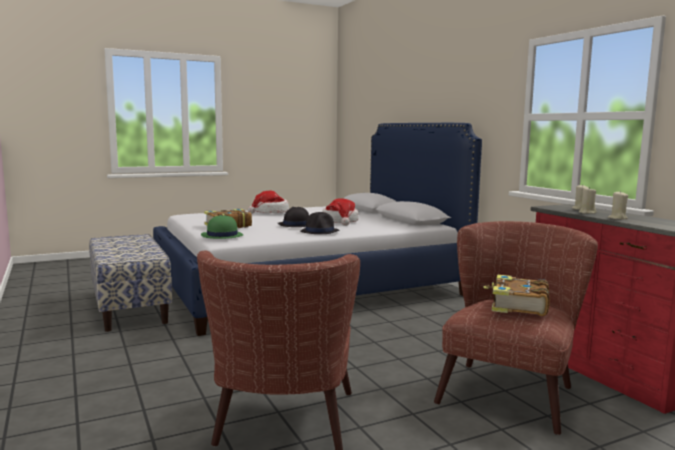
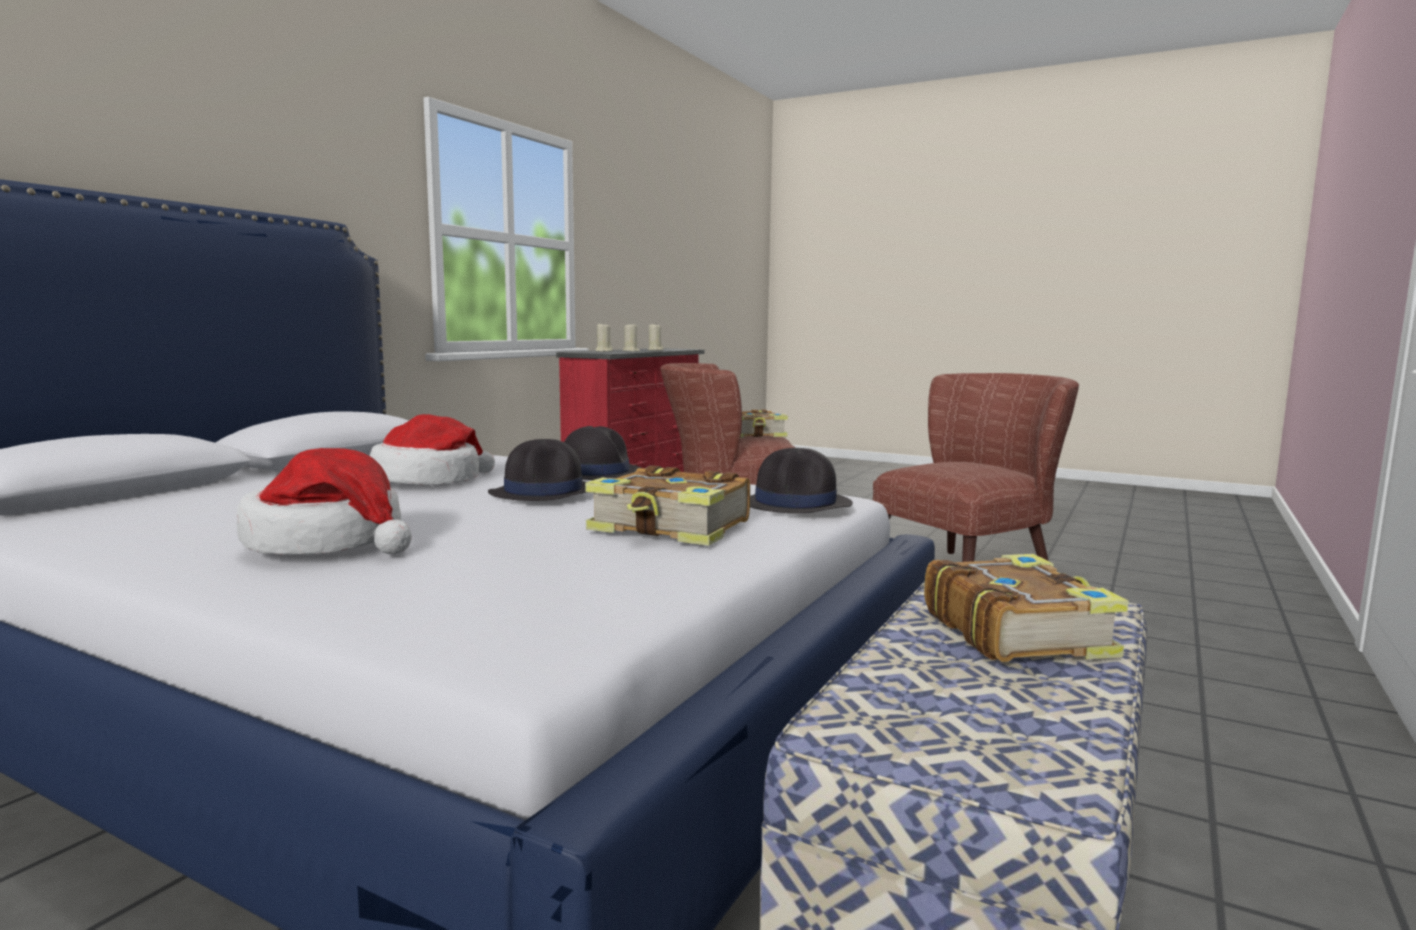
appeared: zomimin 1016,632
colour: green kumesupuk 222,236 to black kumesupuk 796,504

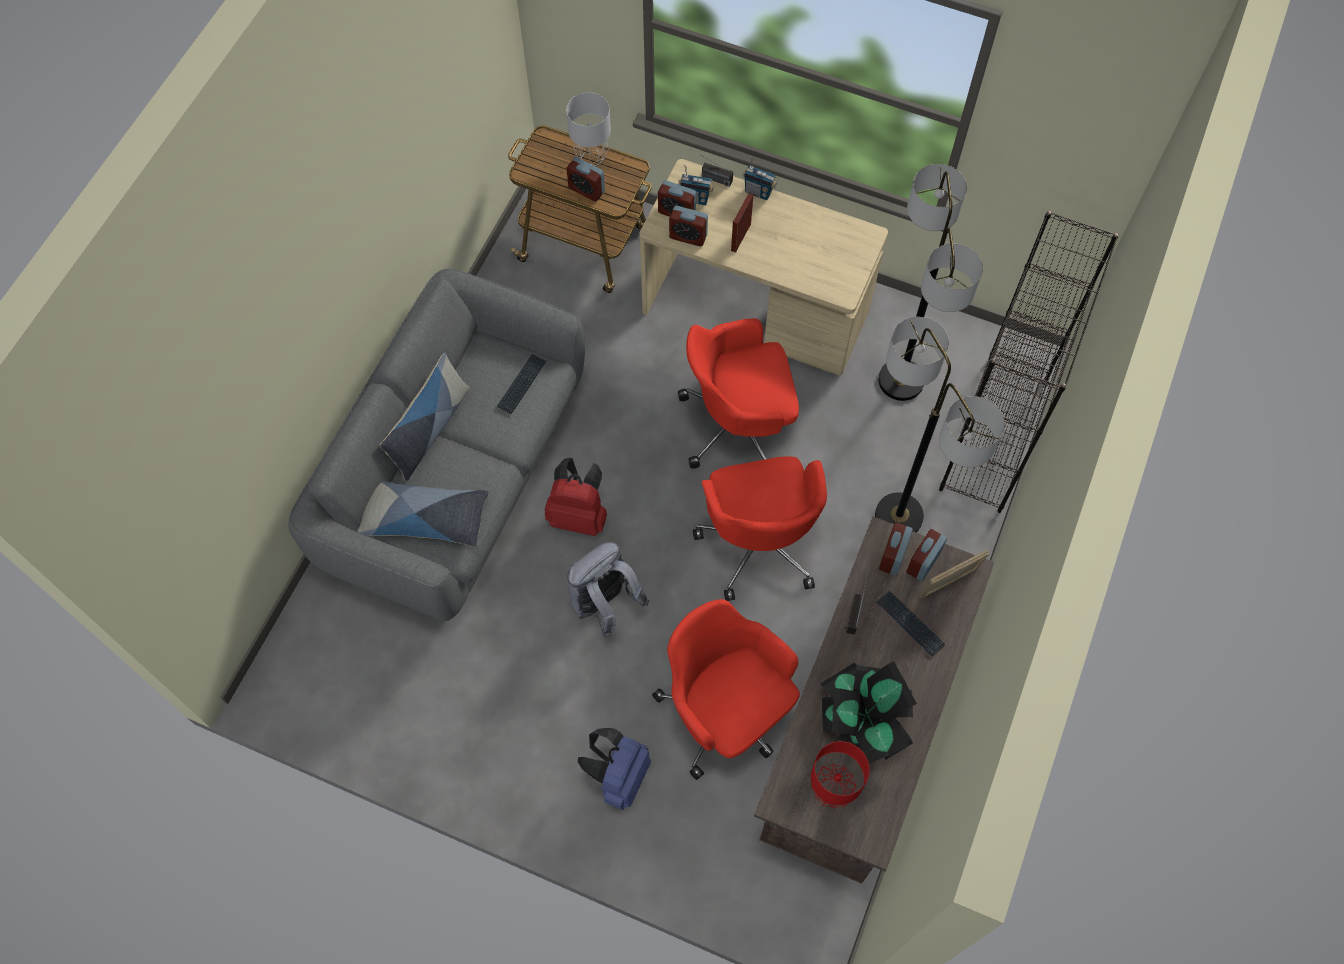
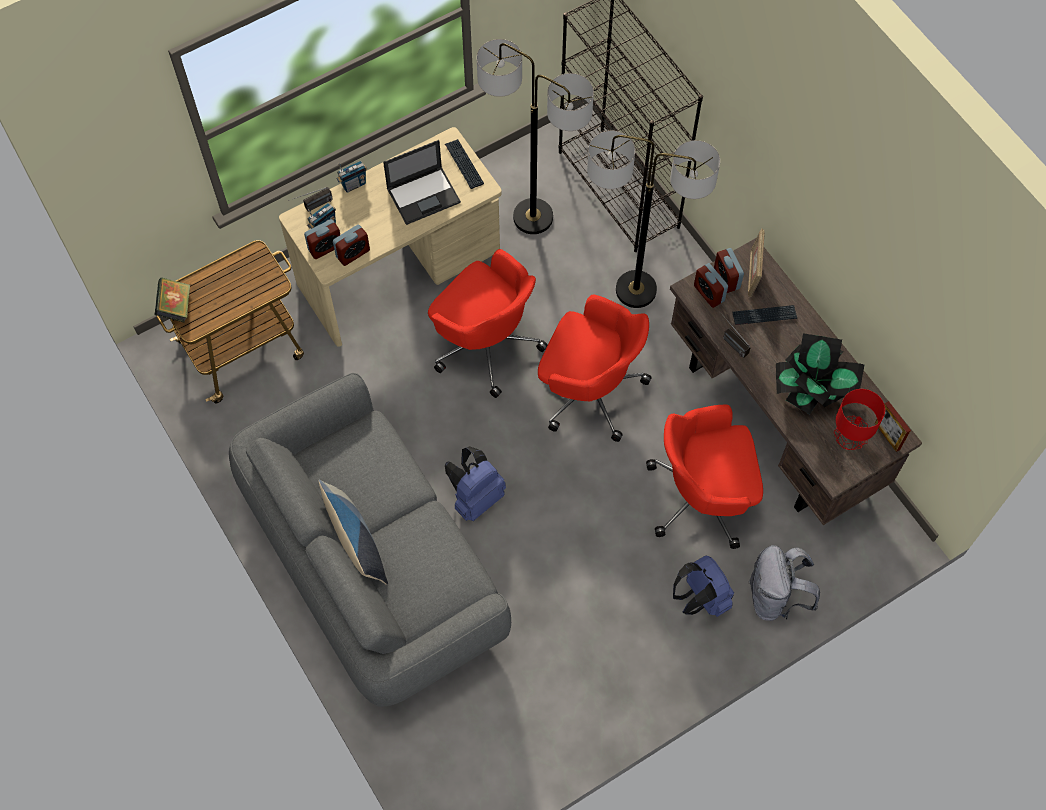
missing: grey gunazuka 591,157; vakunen 586,190; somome 425,519
appeared: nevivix 424,195; zomimin 175,307
relocated: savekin 741,237 to 887,436; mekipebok 522,384 to 464,164; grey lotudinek 605,604 to 775,597
colour: red lotudinek 579,515 to blue lotudinek 475,497
spun: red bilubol 739,425 = 485,343 75 degrees counterclockwise

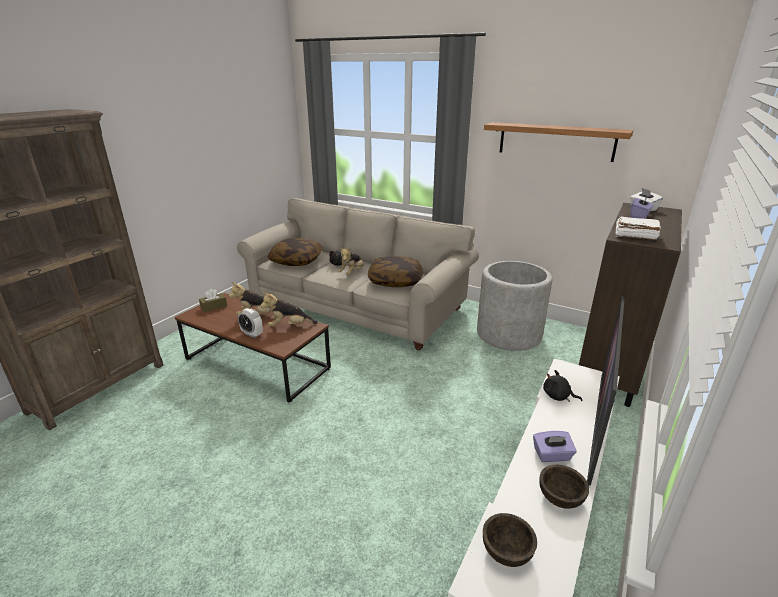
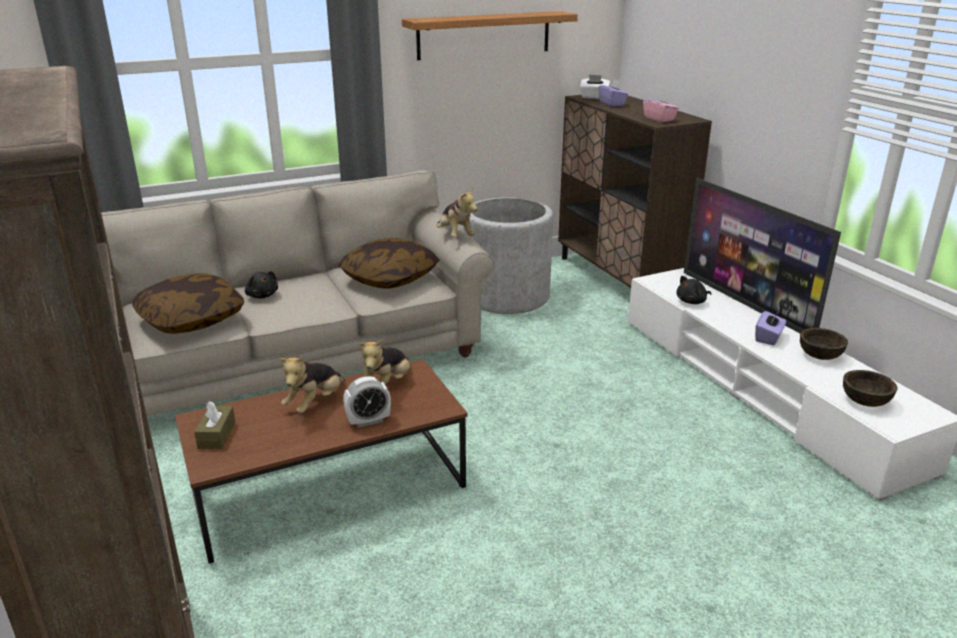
relocated: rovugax 352,273 to 455,235
exchanged: white zomimin 634,235 to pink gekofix 659,119

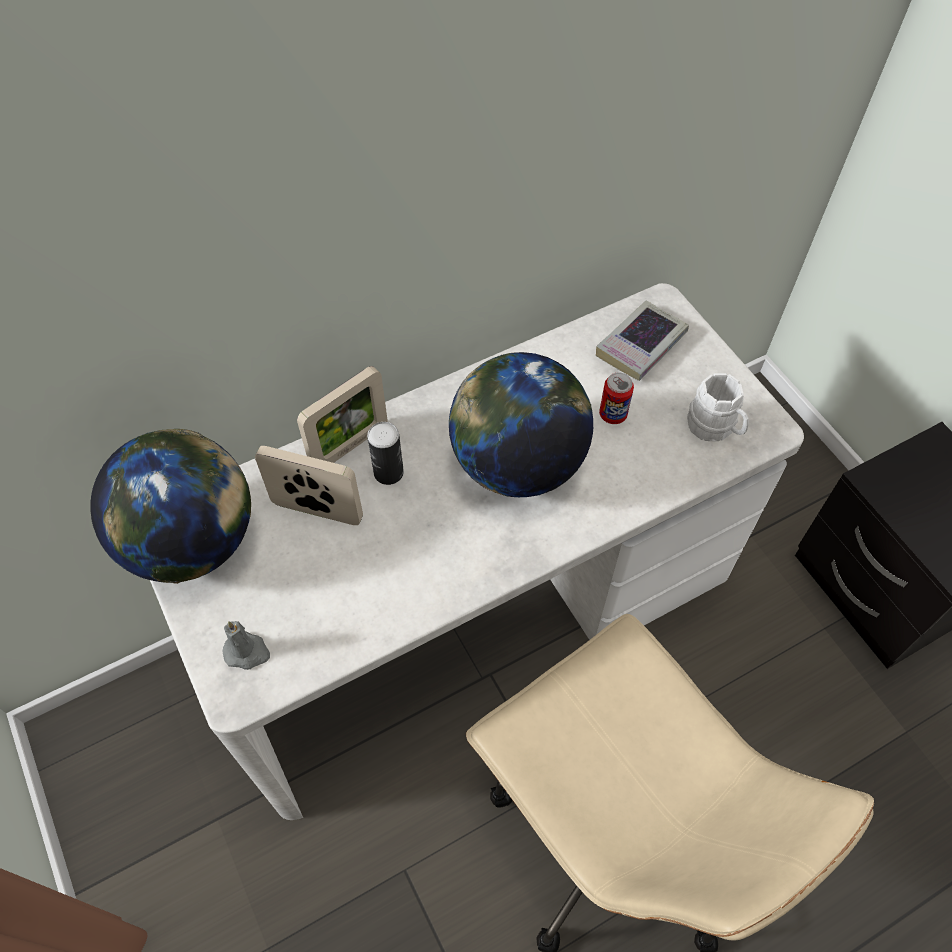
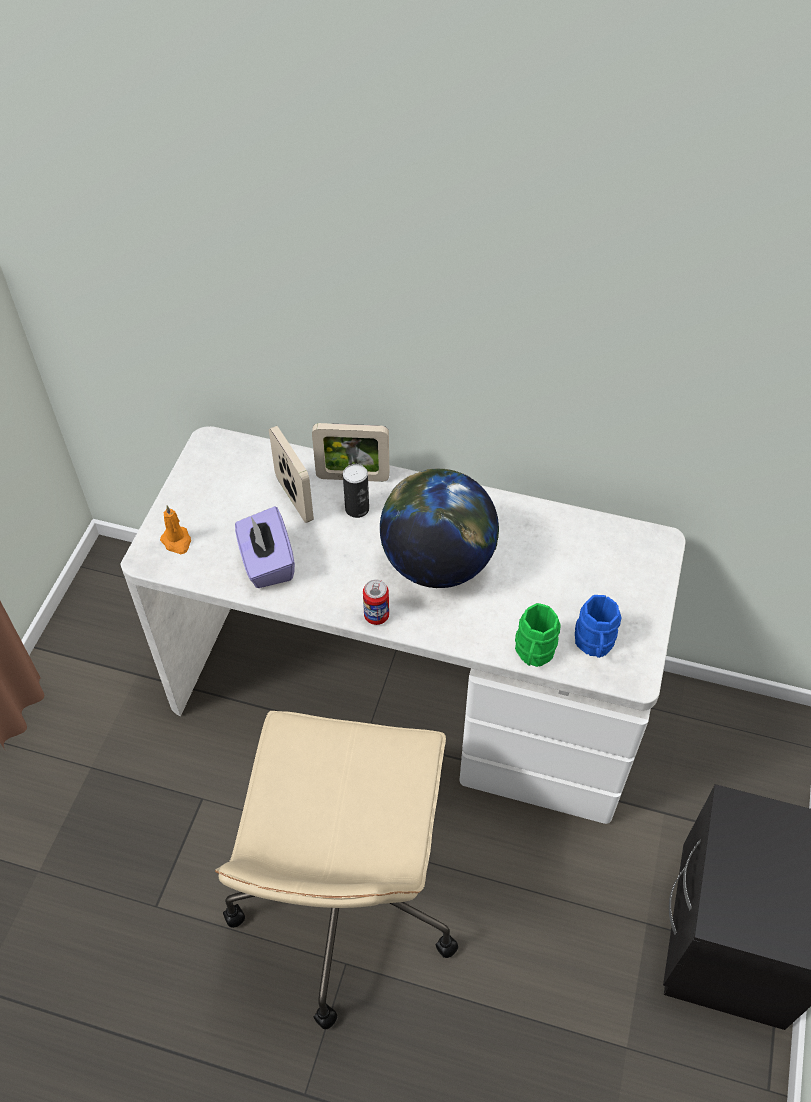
missing: zomimin 641,345; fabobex 193,542
appeared: purple gekofix 267,563; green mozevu 533,653
relocated: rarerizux 613,414 to 376,615
colour: white mozevu 715,428 to blue mozevu 594,645; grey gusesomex 247,652 to orange gusesomex 177,541

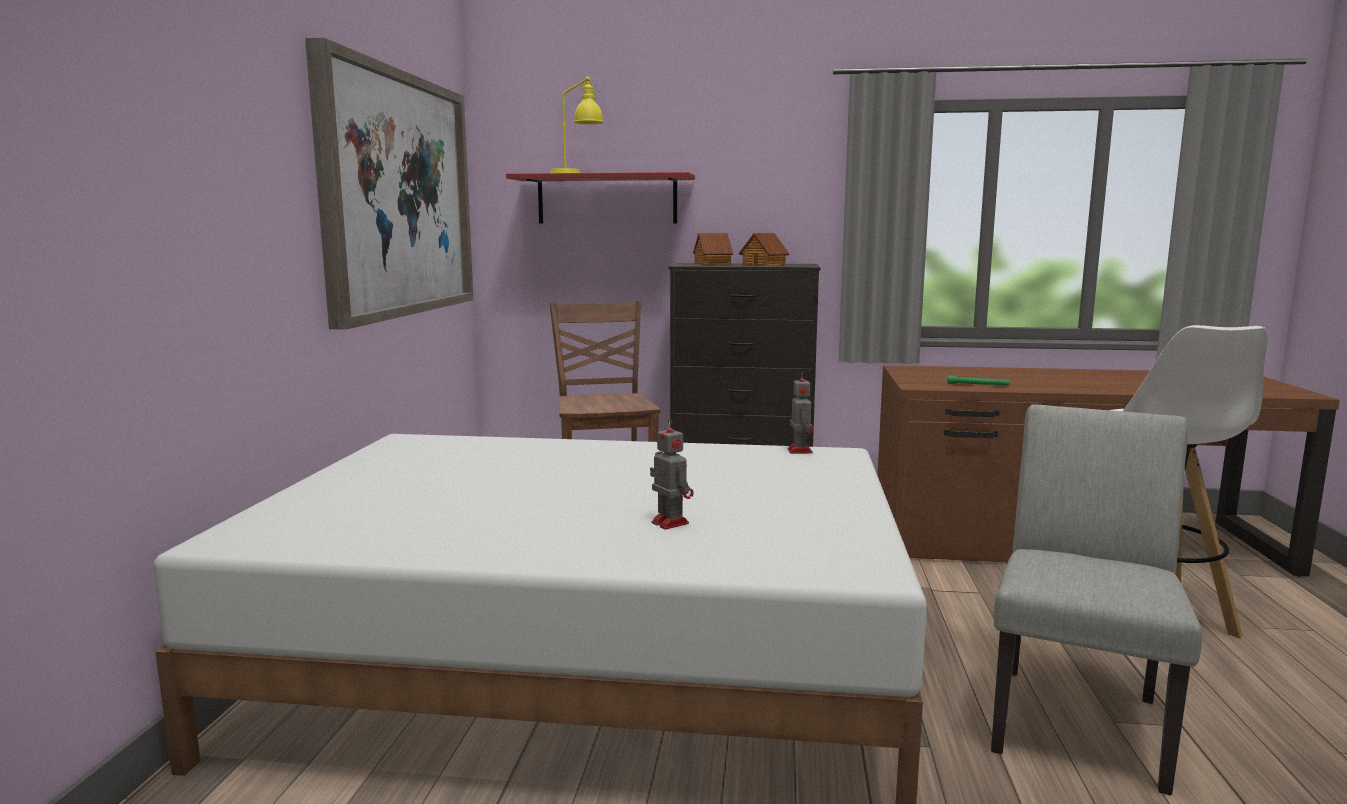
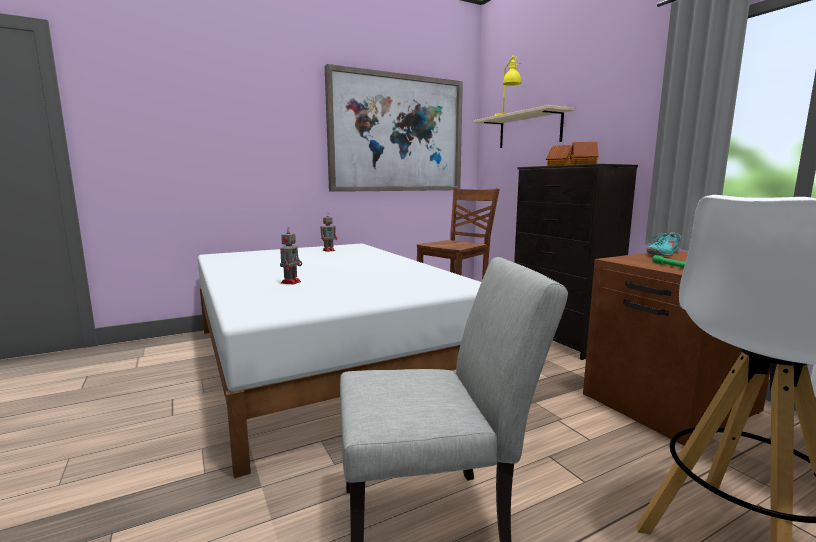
appeared: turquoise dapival 662,254
relocated: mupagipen 799,450 to 329,250
colour: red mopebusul 607,199 to beige mopebusul 529,130

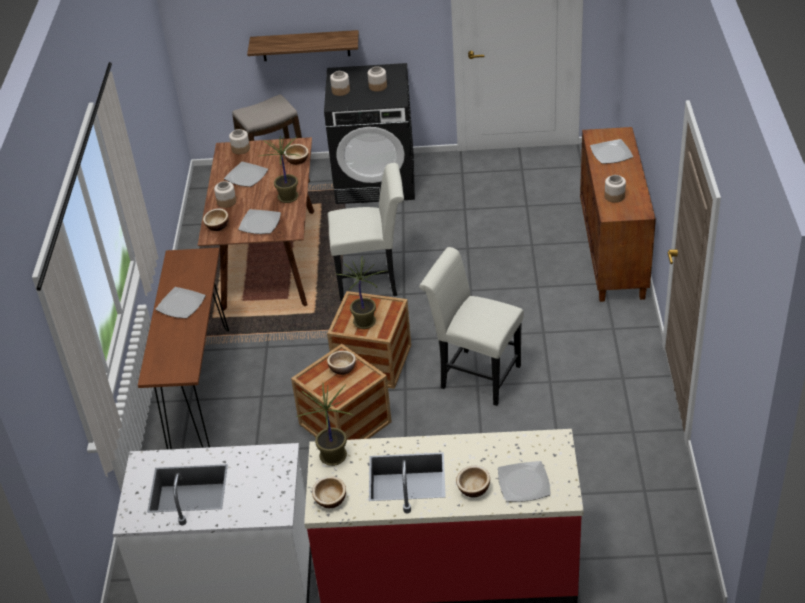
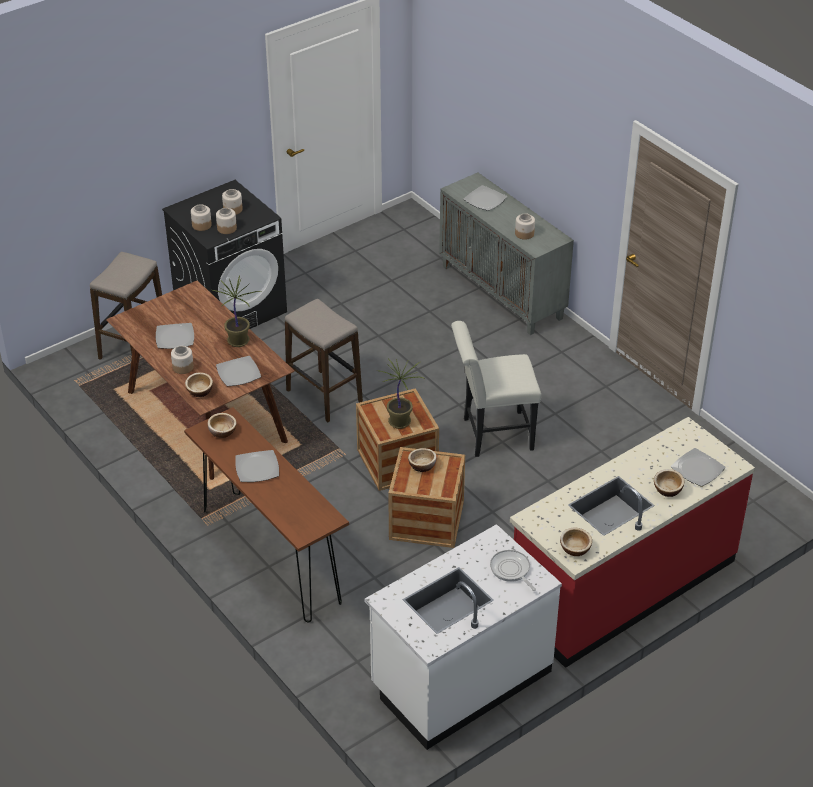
missing: mopebusul 305,45; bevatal 334,457
appeared: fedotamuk 511,570
relocated: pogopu 241,149 to 227,228; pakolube 297,160 to 222,432
exchanged: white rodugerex 372,280 to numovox 324,396
colour: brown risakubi 613,253 to grey risakubi 503,292

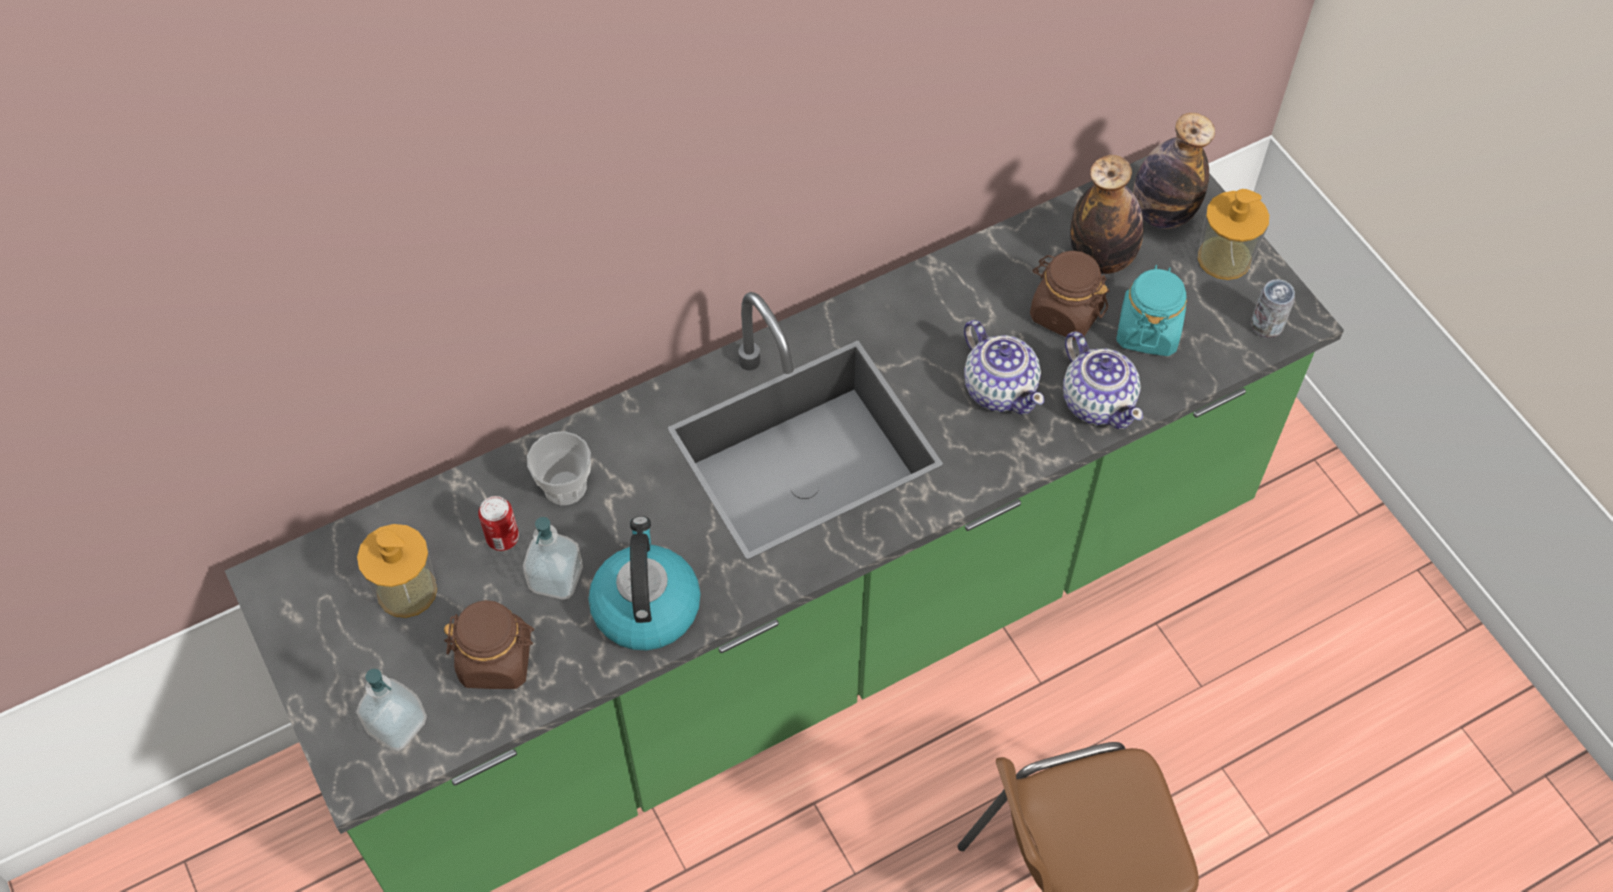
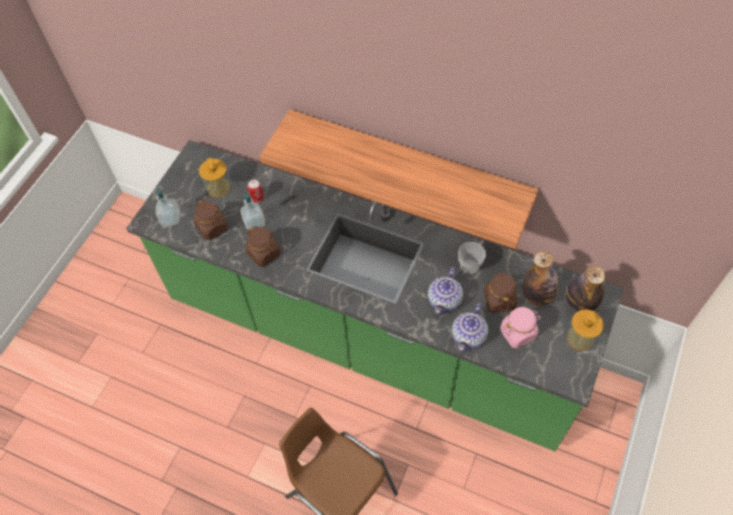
missing: rarerizux 1266,325
appeared: mopebusul 408,164
relocated: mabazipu 565,487 to 469,266
exchanged: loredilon 645,606 to brown pogopu 264,254
colour: turquoise pogopu 1148,331 to pink pogopu 518,333

